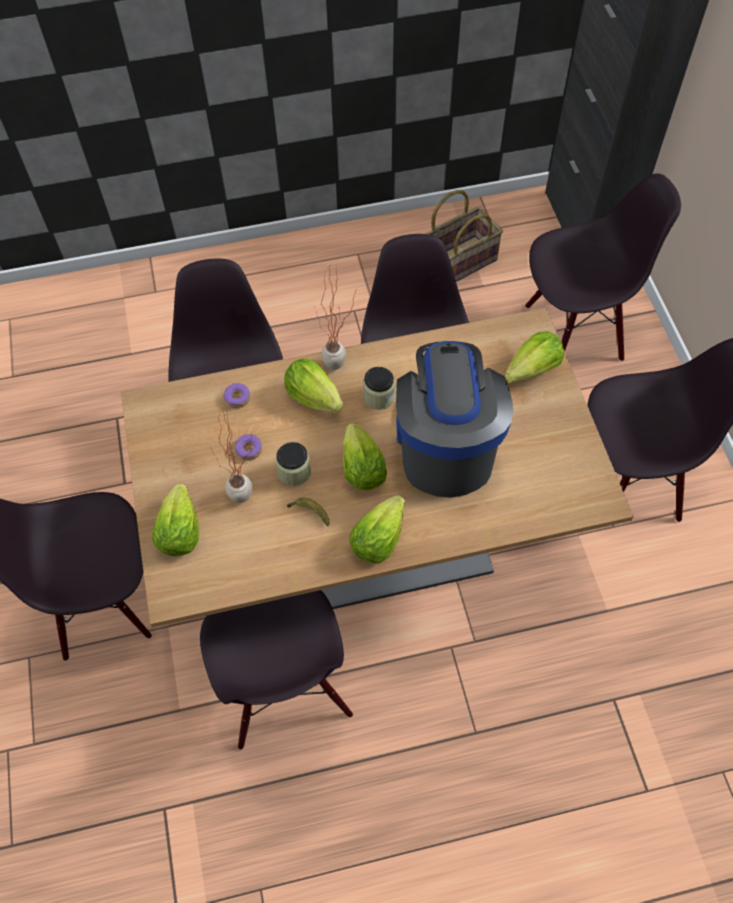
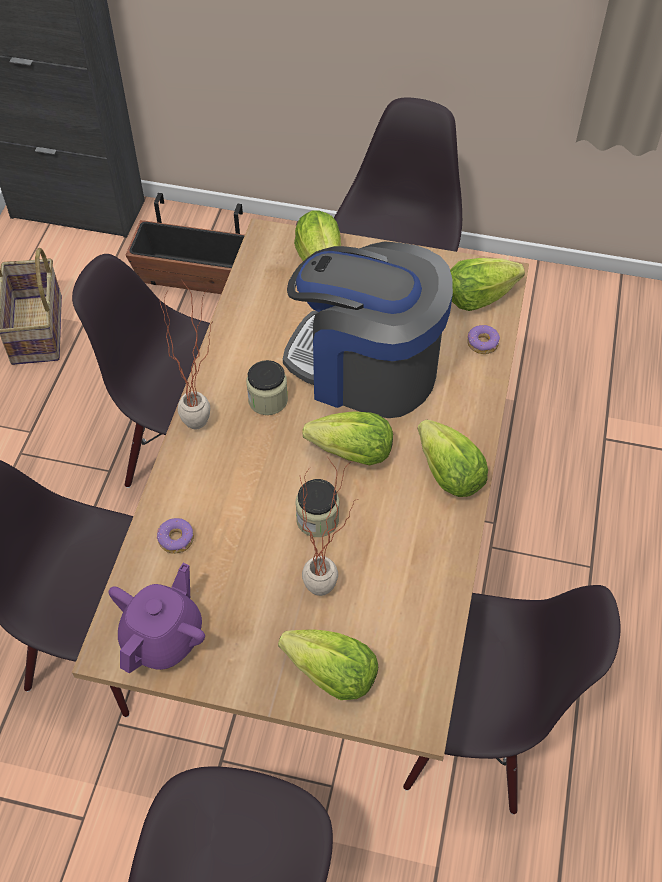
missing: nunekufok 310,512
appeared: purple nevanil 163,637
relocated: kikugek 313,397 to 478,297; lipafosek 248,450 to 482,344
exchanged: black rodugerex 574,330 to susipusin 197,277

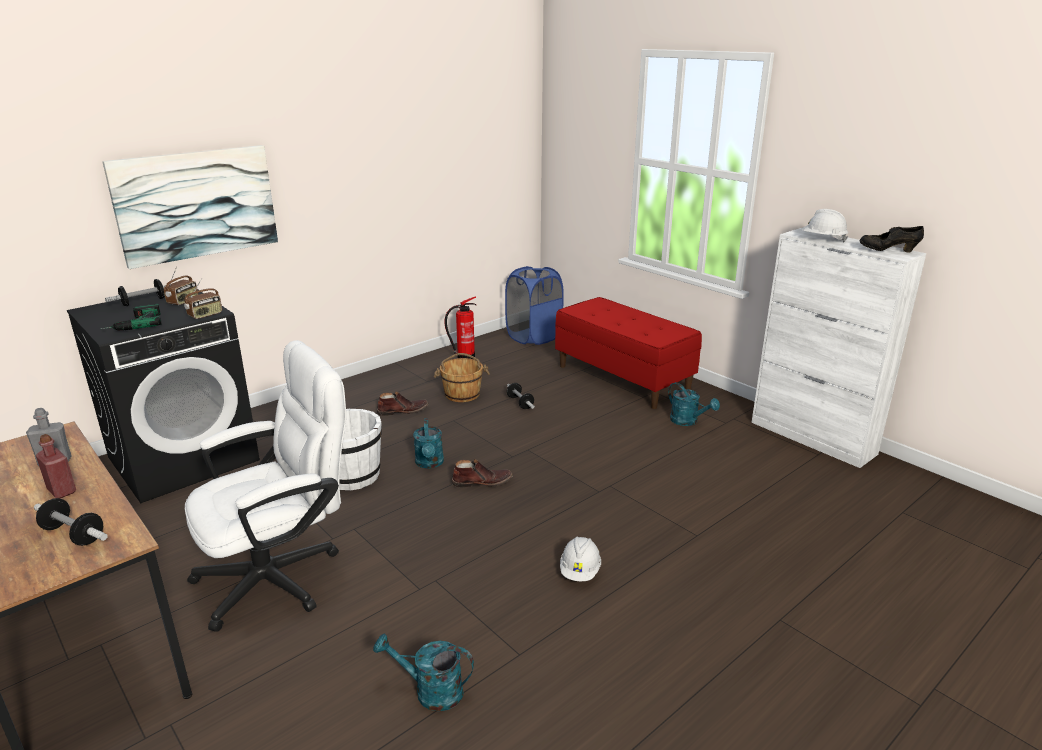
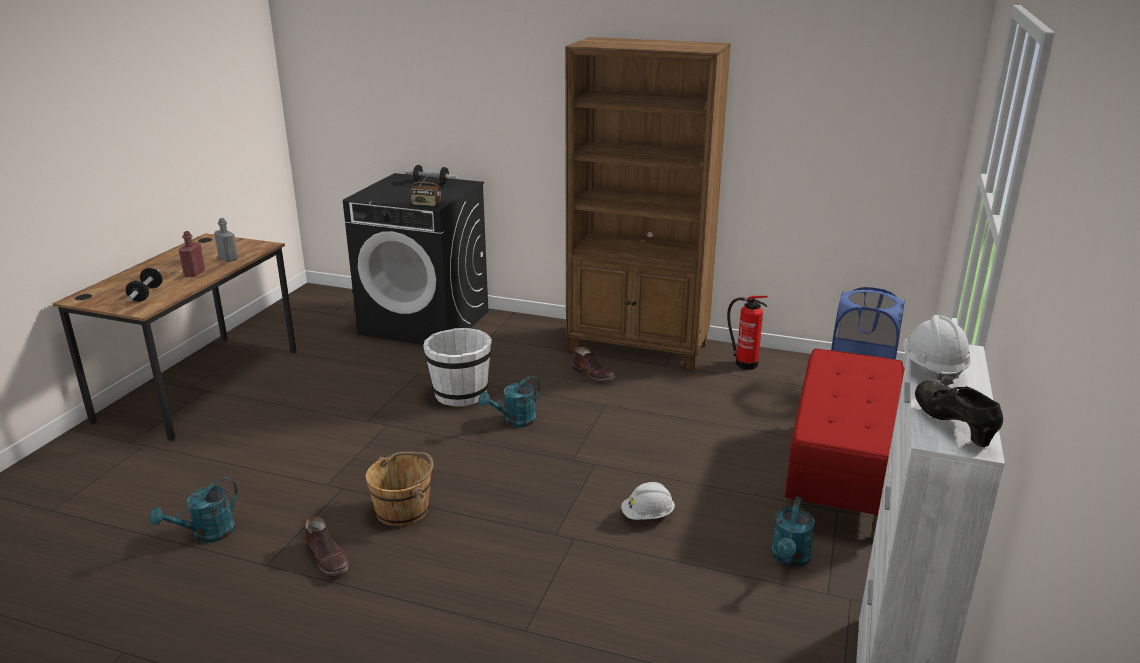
missing: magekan 196,204; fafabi 183,301; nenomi 132,324; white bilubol 282,575; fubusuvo 520,403
appeared: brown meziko 639,347
relocated: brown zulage 462,394 to 403,510; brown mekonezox 482,482 to 328,558; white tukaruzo 580,571 to 647,516
spun: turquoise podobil 430,691 = 207,534 120 degrees counterclockwise

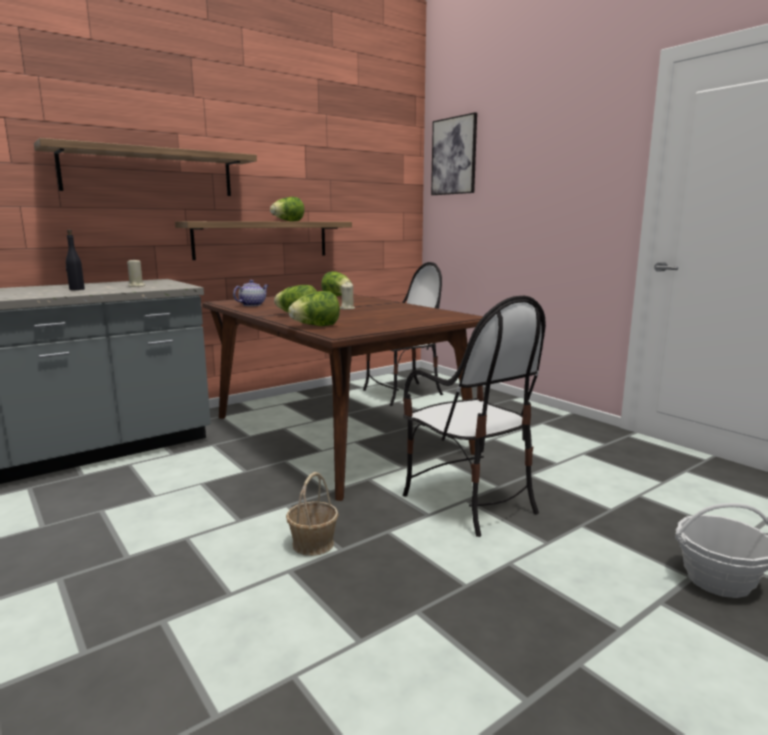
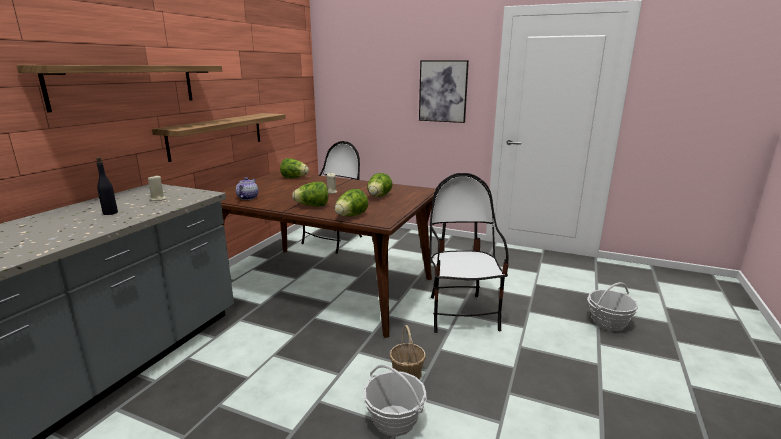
appeared: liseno 394,420
relocated: magekan 454,156 to 443,91; kikugek 288,221 to 378,197
spun: rodugerex 469,502 = 461,314 120 degrees counterclockwise

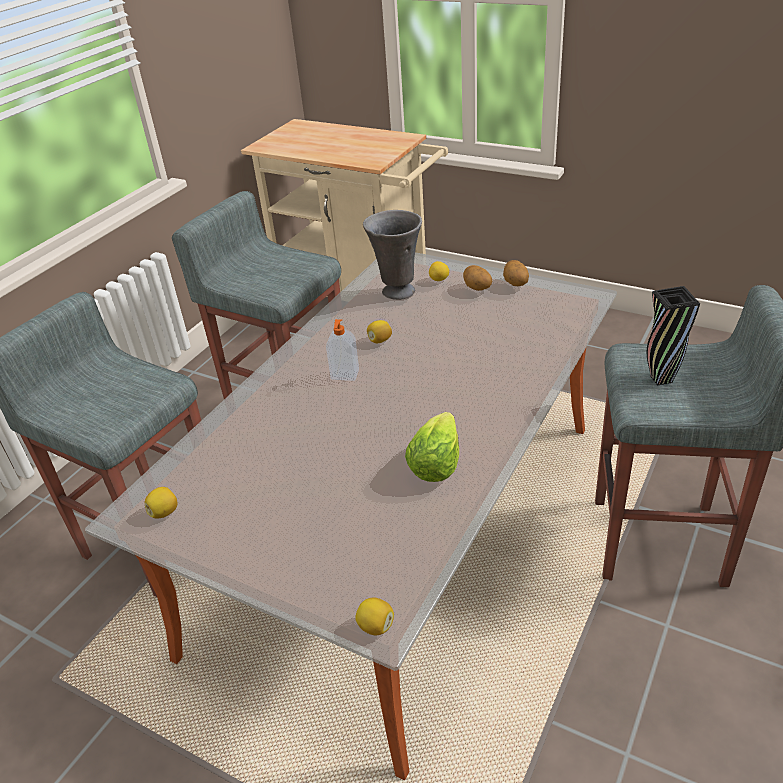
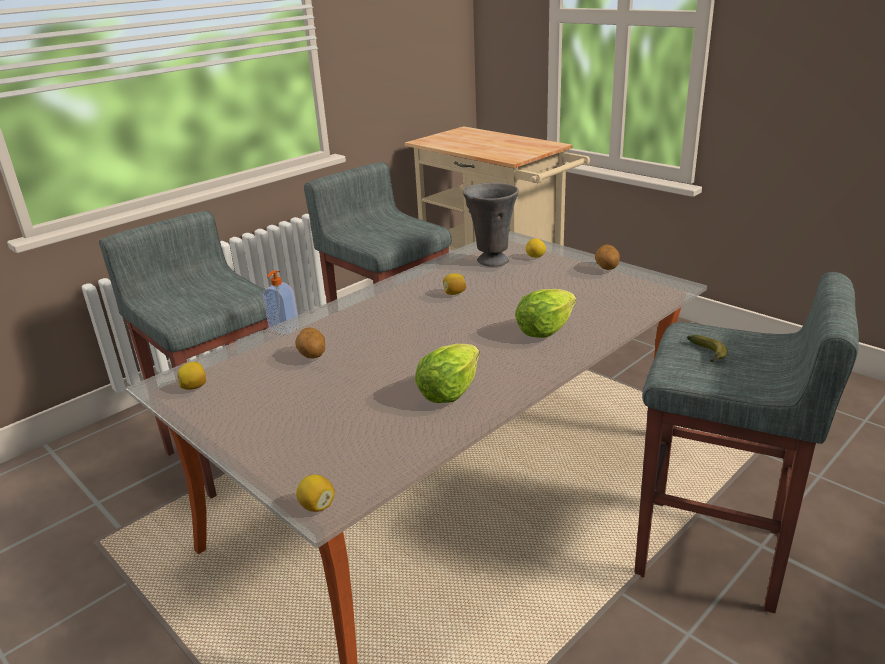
appeared: kikugek 544,330
relocated: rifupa 477,289 to 312,356; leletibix 344,375 to 283,329
exchanged: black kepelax 661,379 to nunekufok 708,355

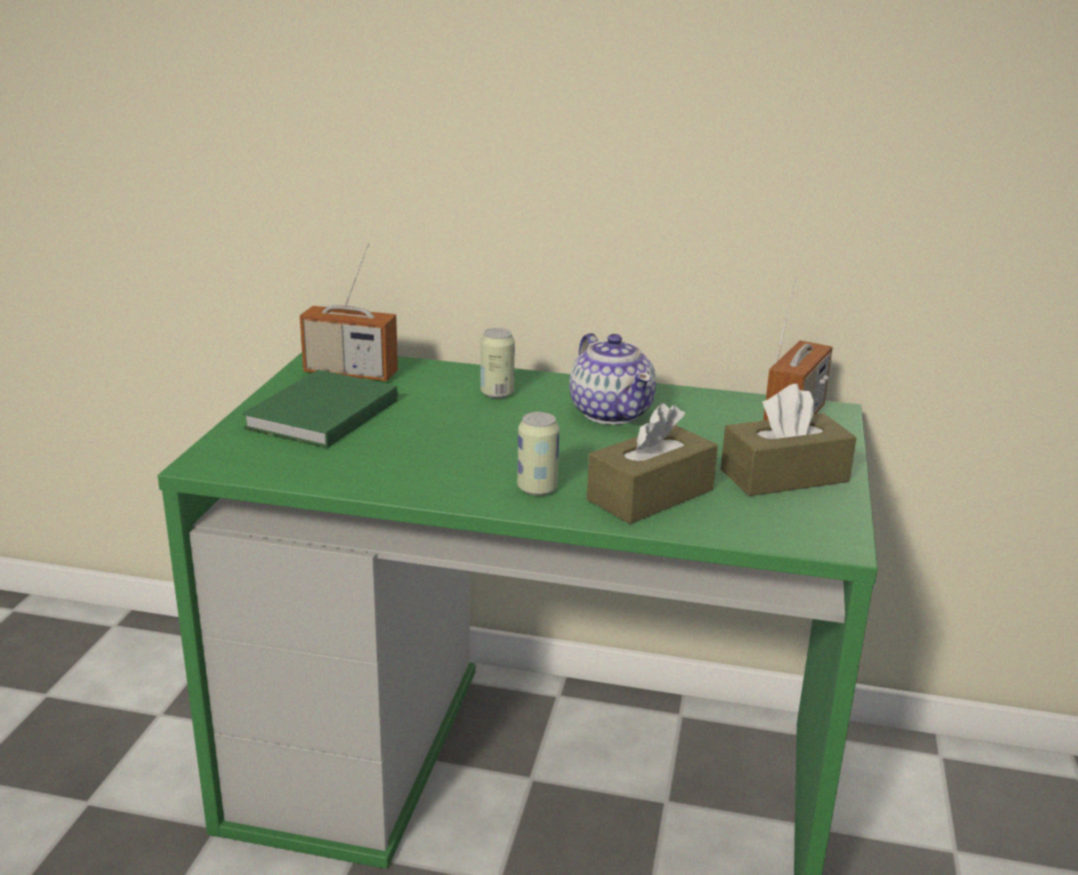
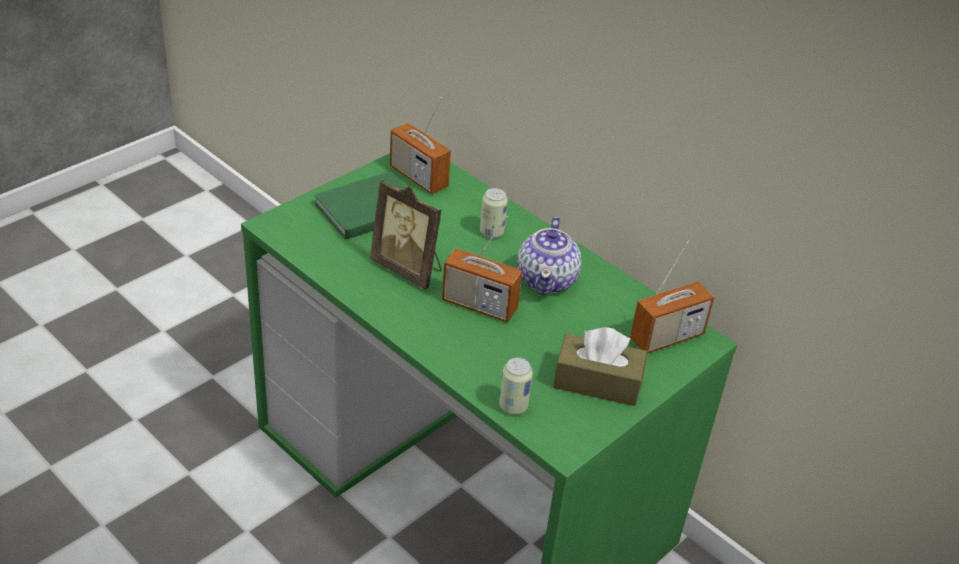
missing: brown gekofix 650,495
appeared: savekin 408,269; fafabi 479,305
relocated: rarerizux 537,488 to 513,406

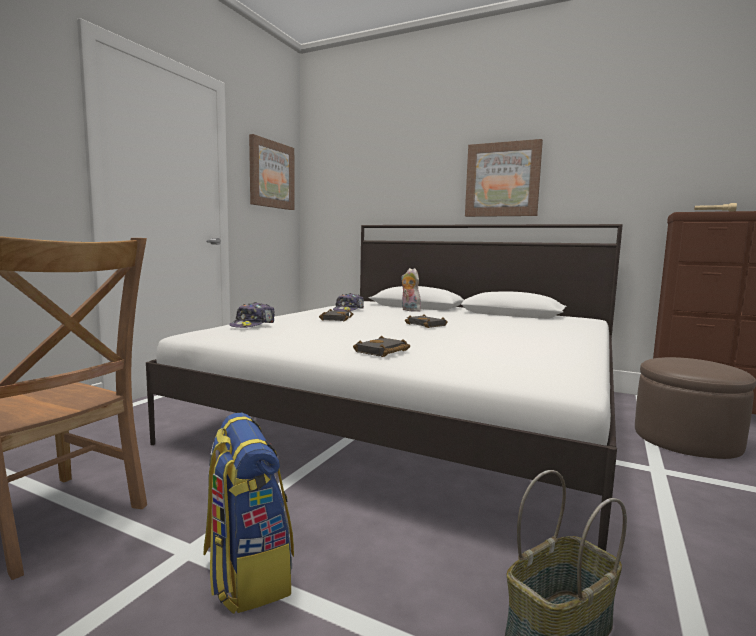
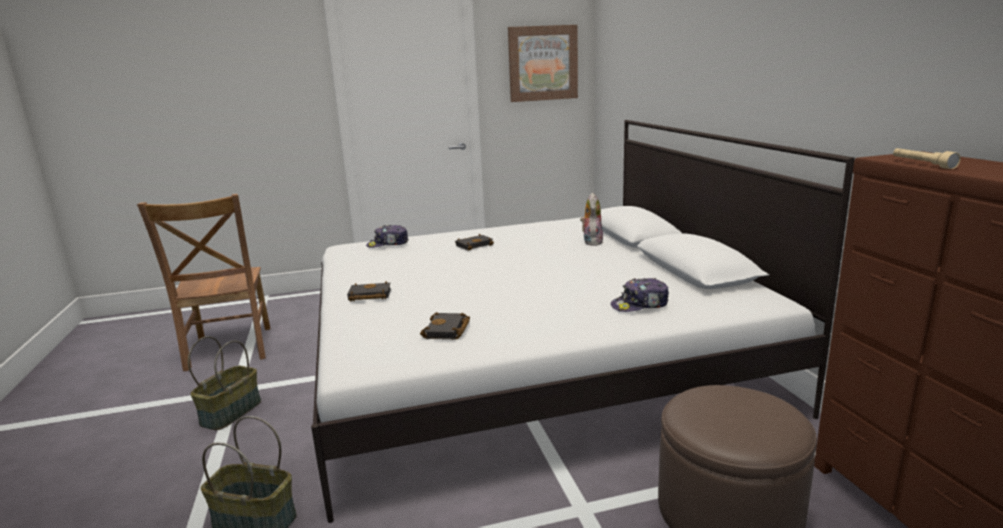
missing: magekan 502,180
relocated: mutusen 349,310 to 640,305; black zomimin 427,325 to 447,331
exchanged: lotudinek 247,572 to liseno 231,412

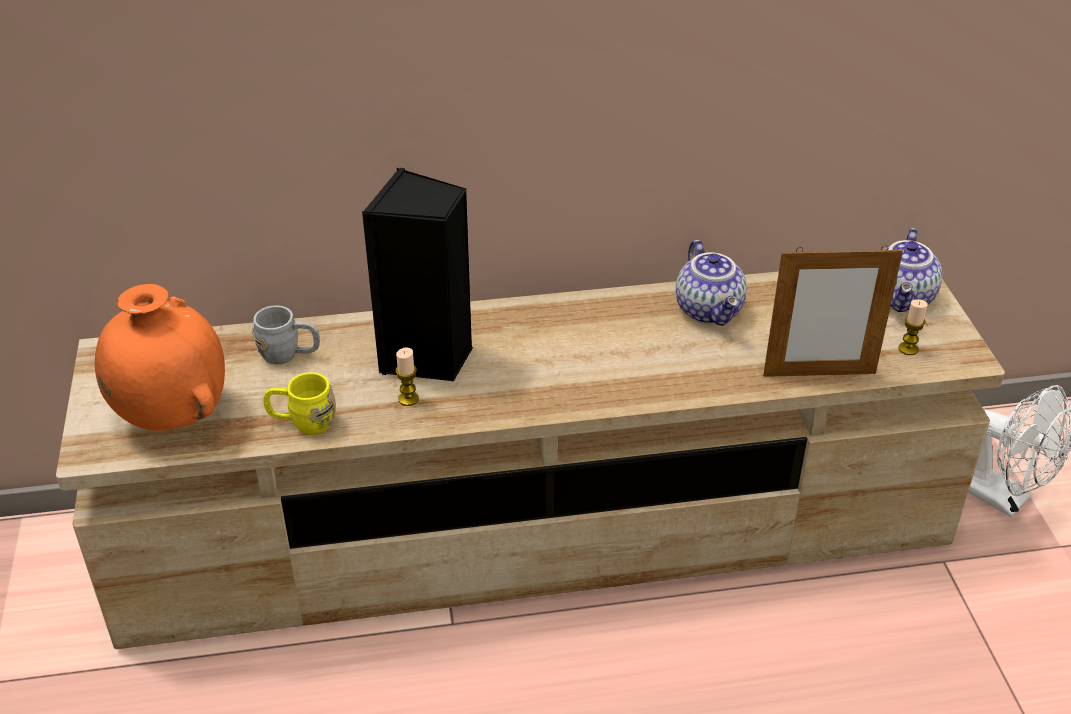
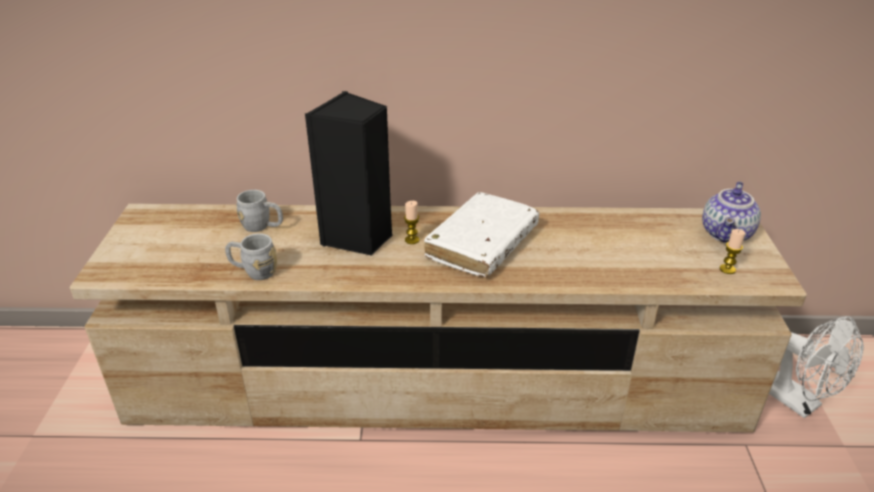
missing: nevanil 710,311; savekin 819,374; orange kepelax 172,416
appeared: white zomimin 482,244
relocated: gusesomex 408,399 to 412,240
colour: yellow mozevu 303,423 to grey mozevu 254,271

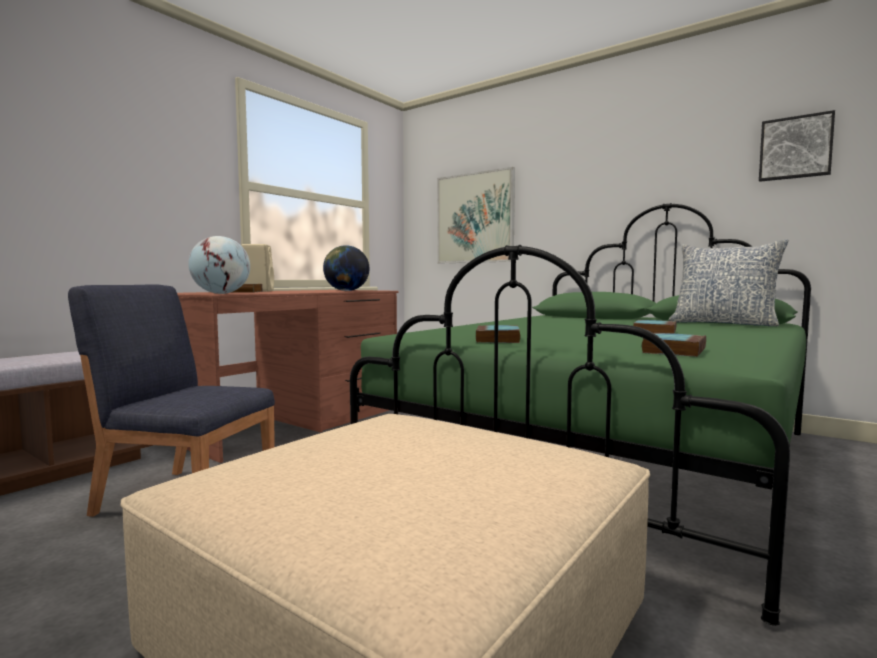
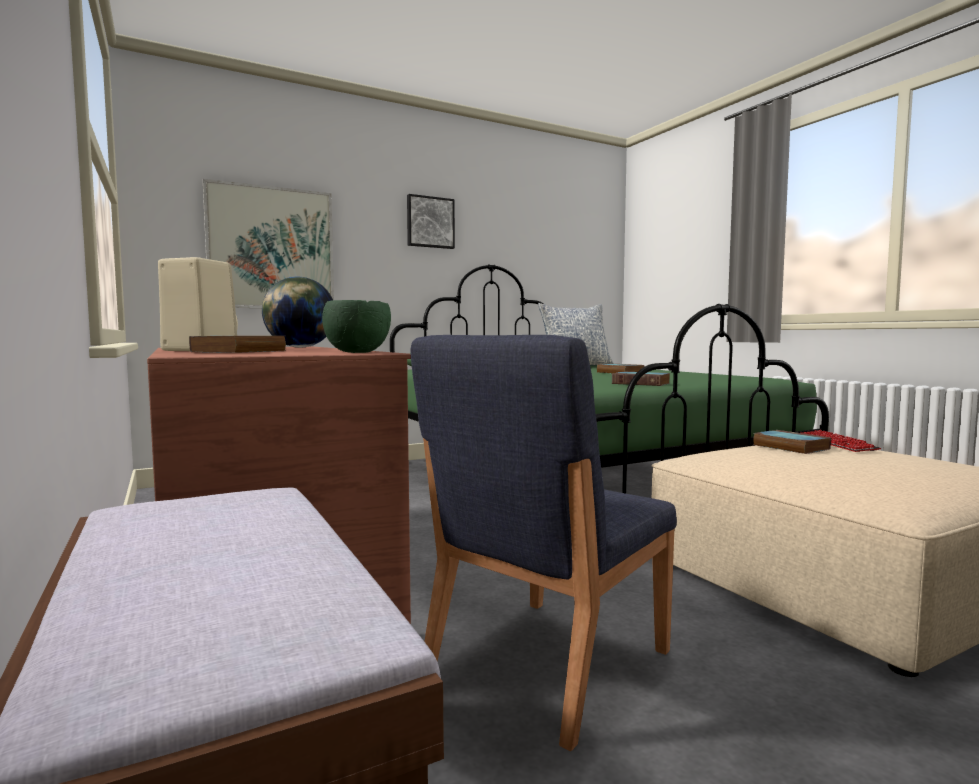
appeared: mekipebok 836,443
relocated: magekan 795,148 to 430,222; zomimin 673,350 to 788,447
exchanged: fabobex 221,293 to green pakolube 358,352

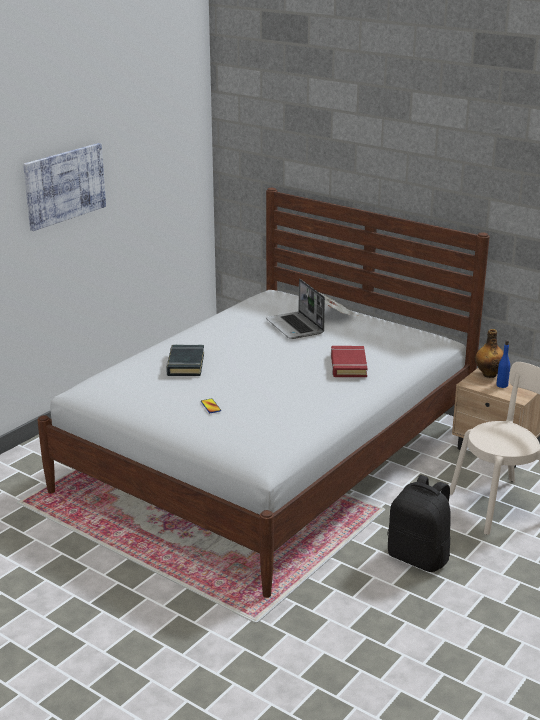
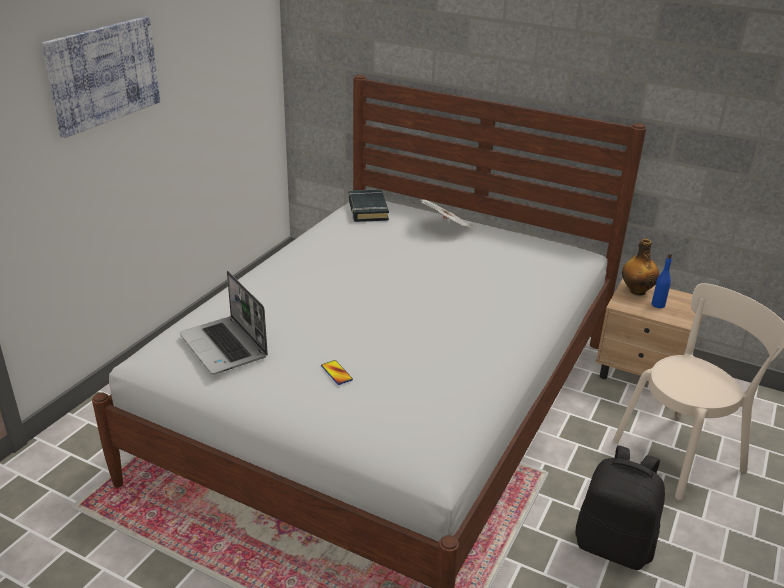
missing: red zomimin 348,365
relocated: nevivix 295,327 to 225,347; black zomimin 185,364 to 367,210

